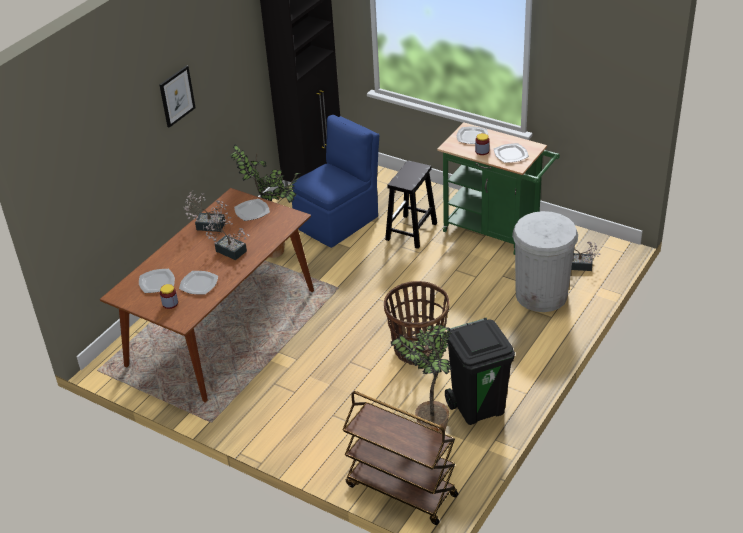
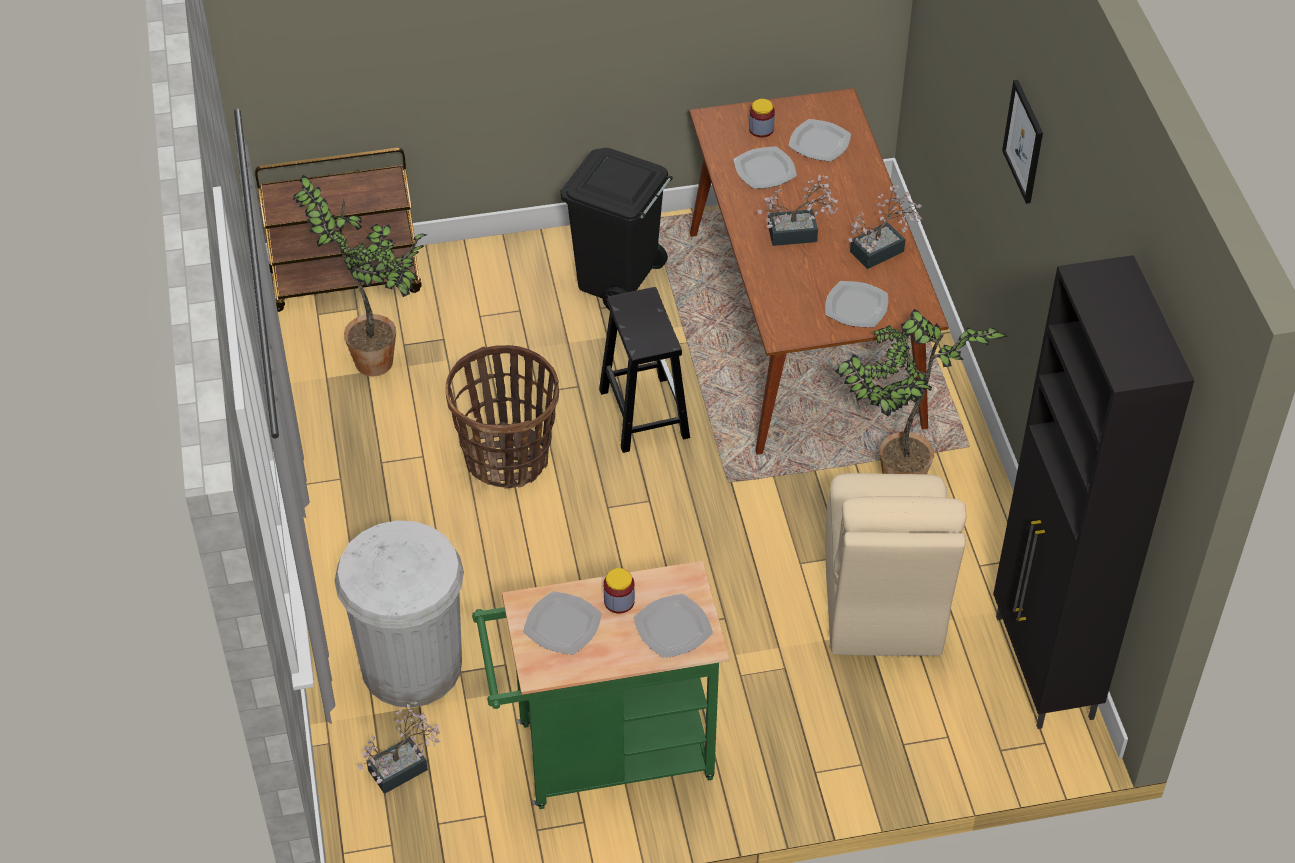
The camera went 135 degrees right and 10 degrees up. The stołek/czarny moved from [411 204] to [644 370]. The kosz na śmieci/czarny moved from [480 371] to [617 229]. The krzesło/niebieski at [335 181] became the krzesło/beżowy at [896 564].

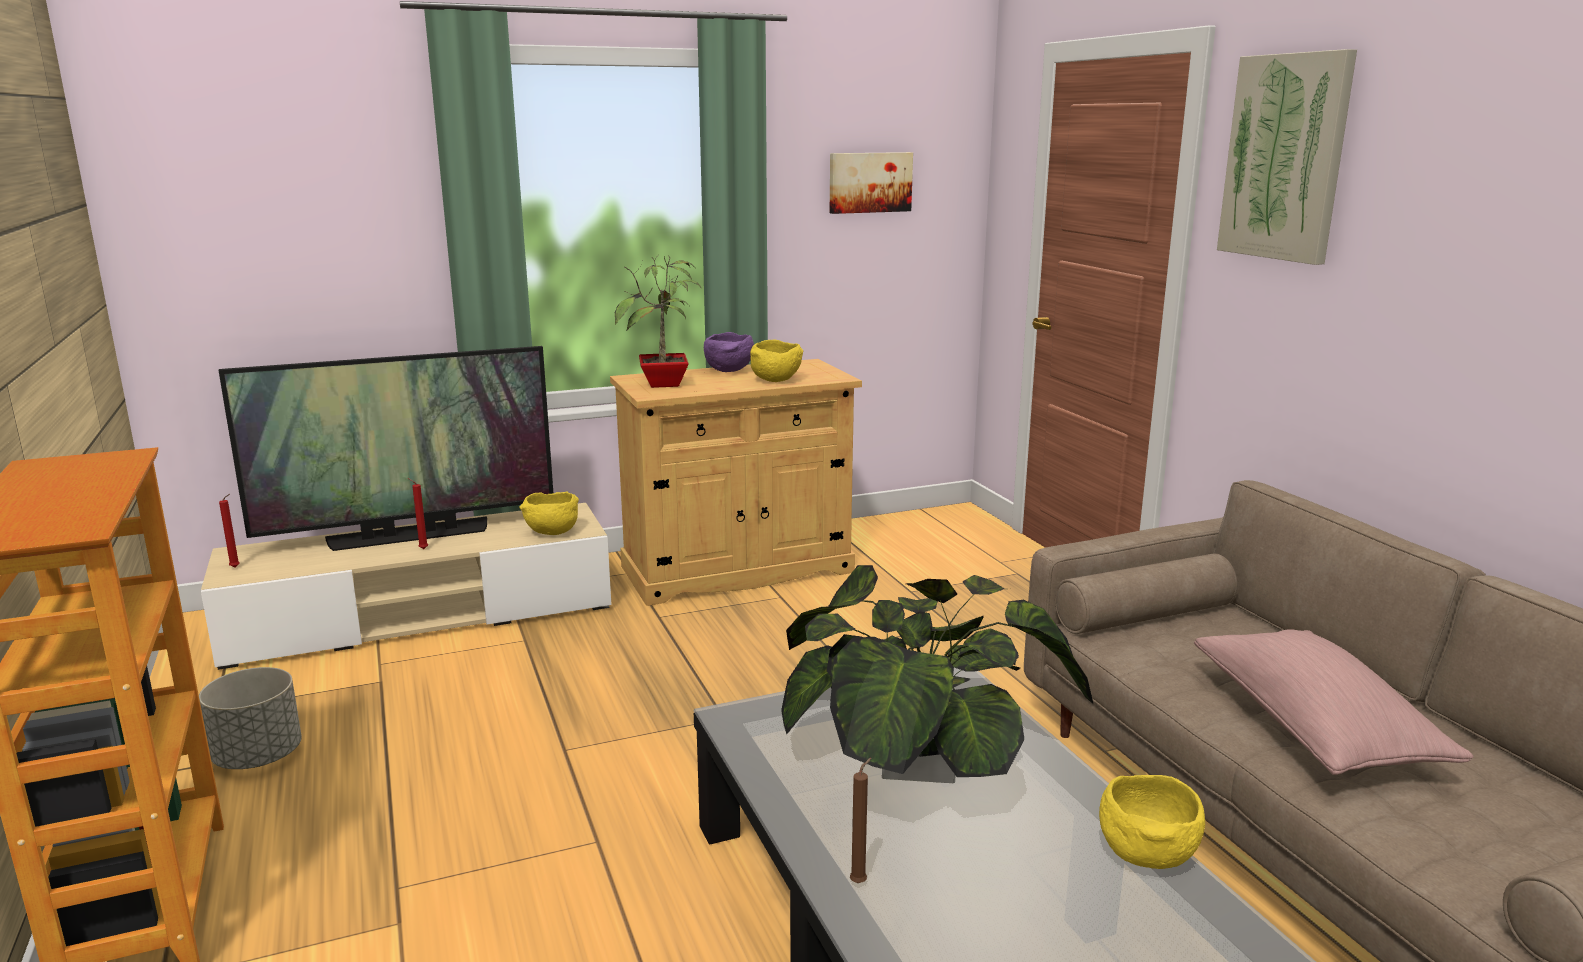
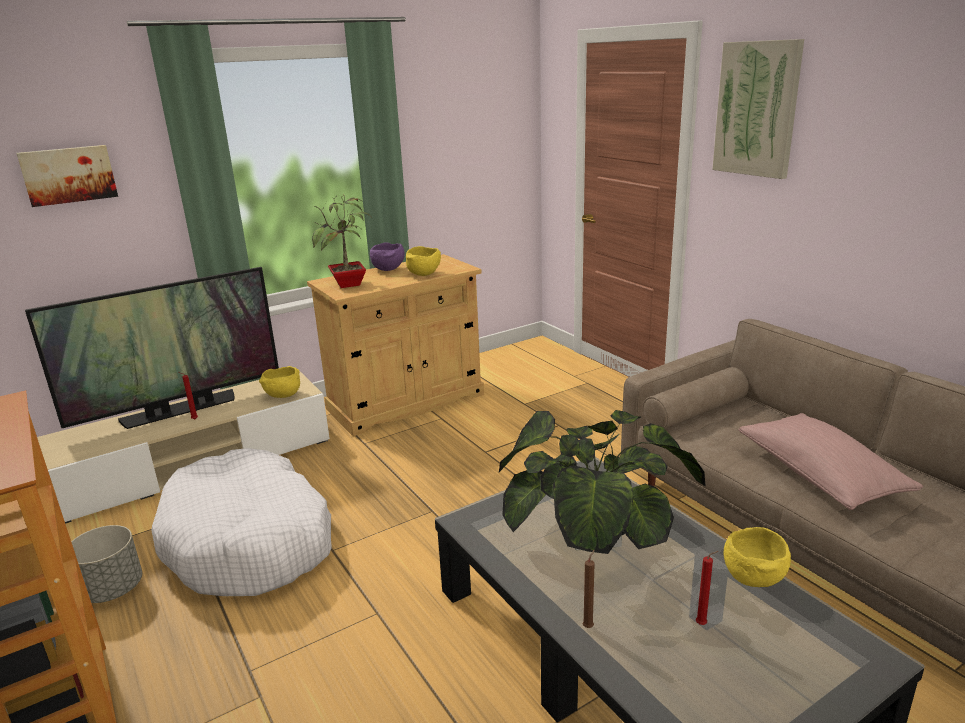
The camera went 10 degrees left and 5 degrees up. The legowisko/biały at [241 522] appeared. The świeca/czerwony moved from [229 531] to [707 588]. The obraz moved from [871 183] to [67 176].

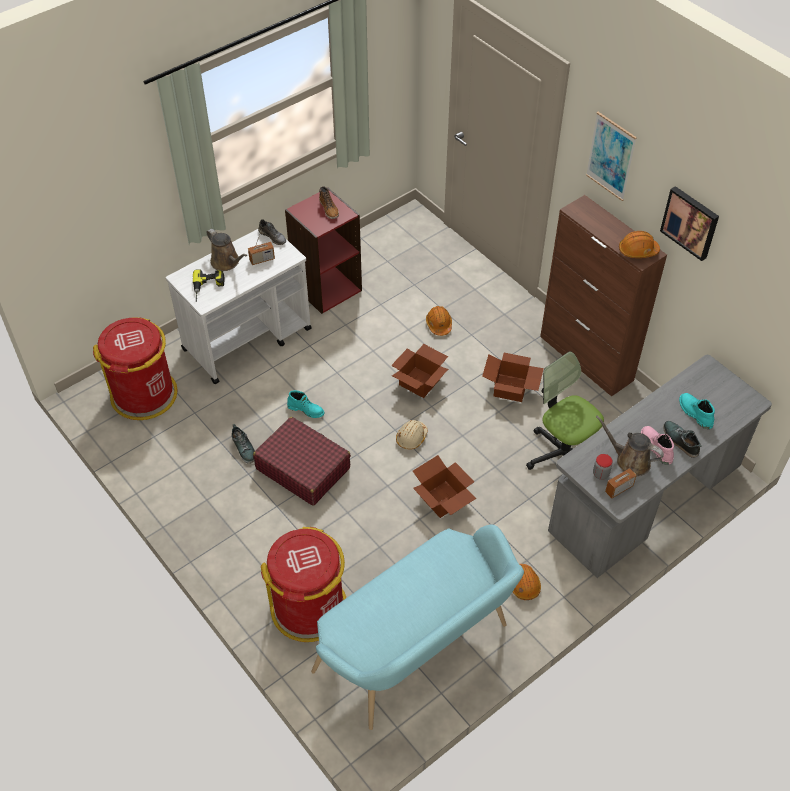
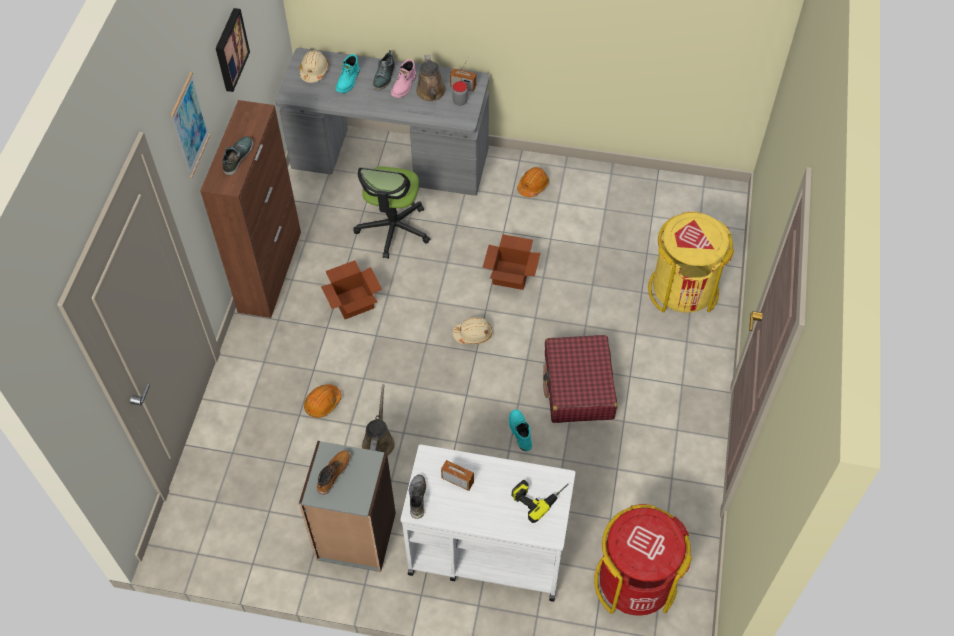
The camera went 130 degrees left and 5 degrees up. The ławka/turkusowy at [417 627] disappeared. The karton at [419 371] disappeared. The kask/pomarańczowy at [639 244] disappeared. The kask/beżowy at [314 66] appeared. The konewka/brązowy moved from [226 250] to [378 420]. The but moved from [243 444] to [237 155]. The kosz na śmieci/czerwony at [303 584] became the kosz na śmieci/żółty at [691 262]. The regał/czerwony at [323 251] became the regał/szary at [347 506].

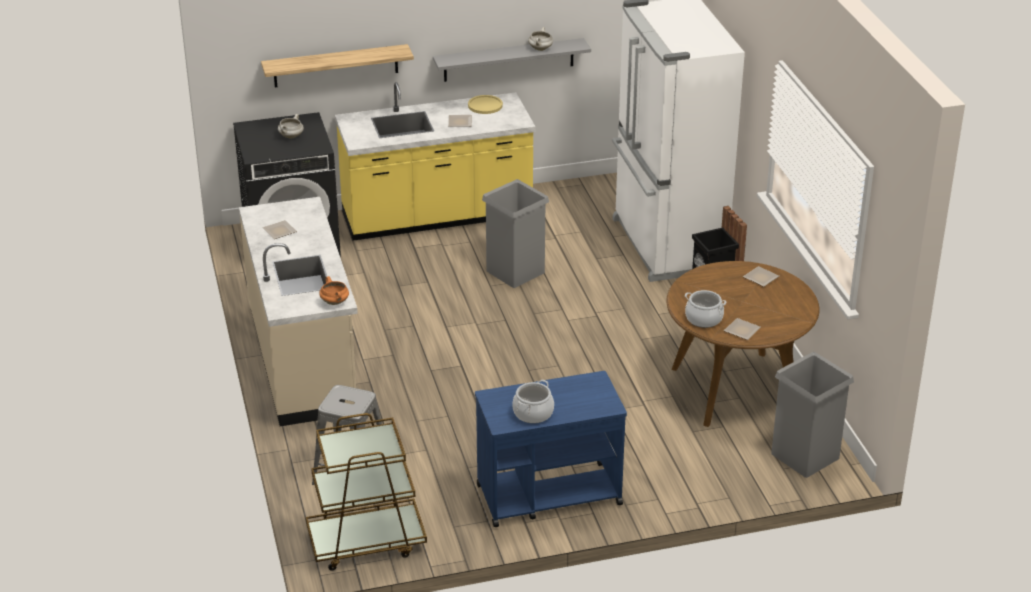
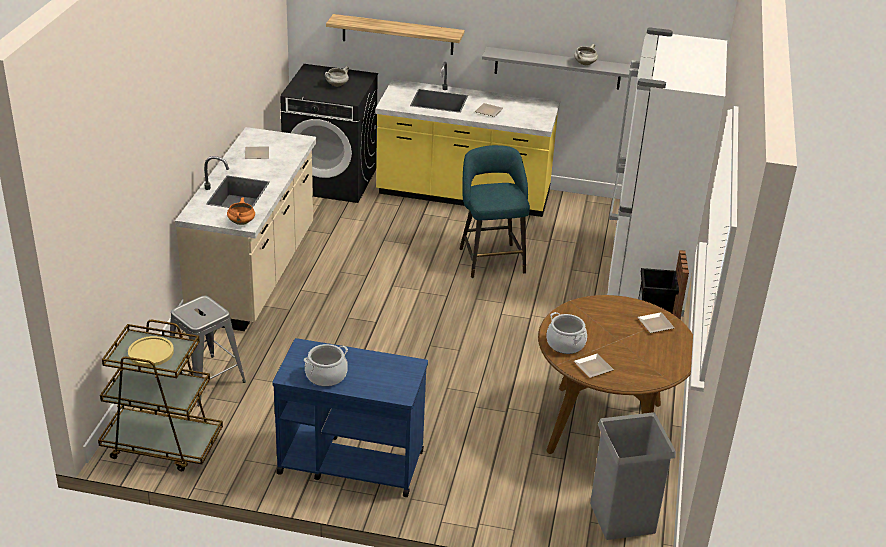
The camera went 25 degrees right and 0 degrees up. The talerz/żółty moved from [485 104] to [151 351]. The kosz na śmieci/szary at [515 233] was replaced by the stołek/turkusowy at [495 211].

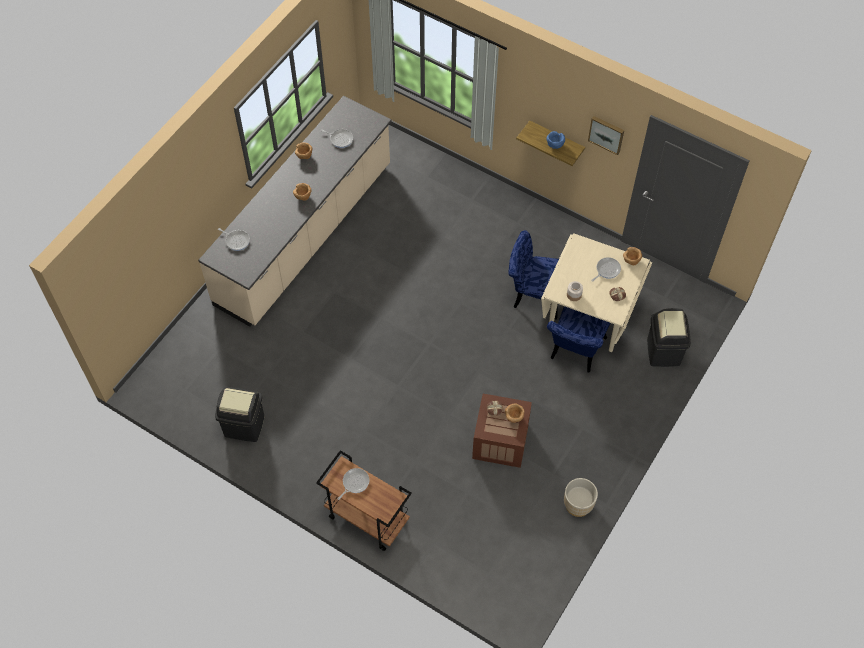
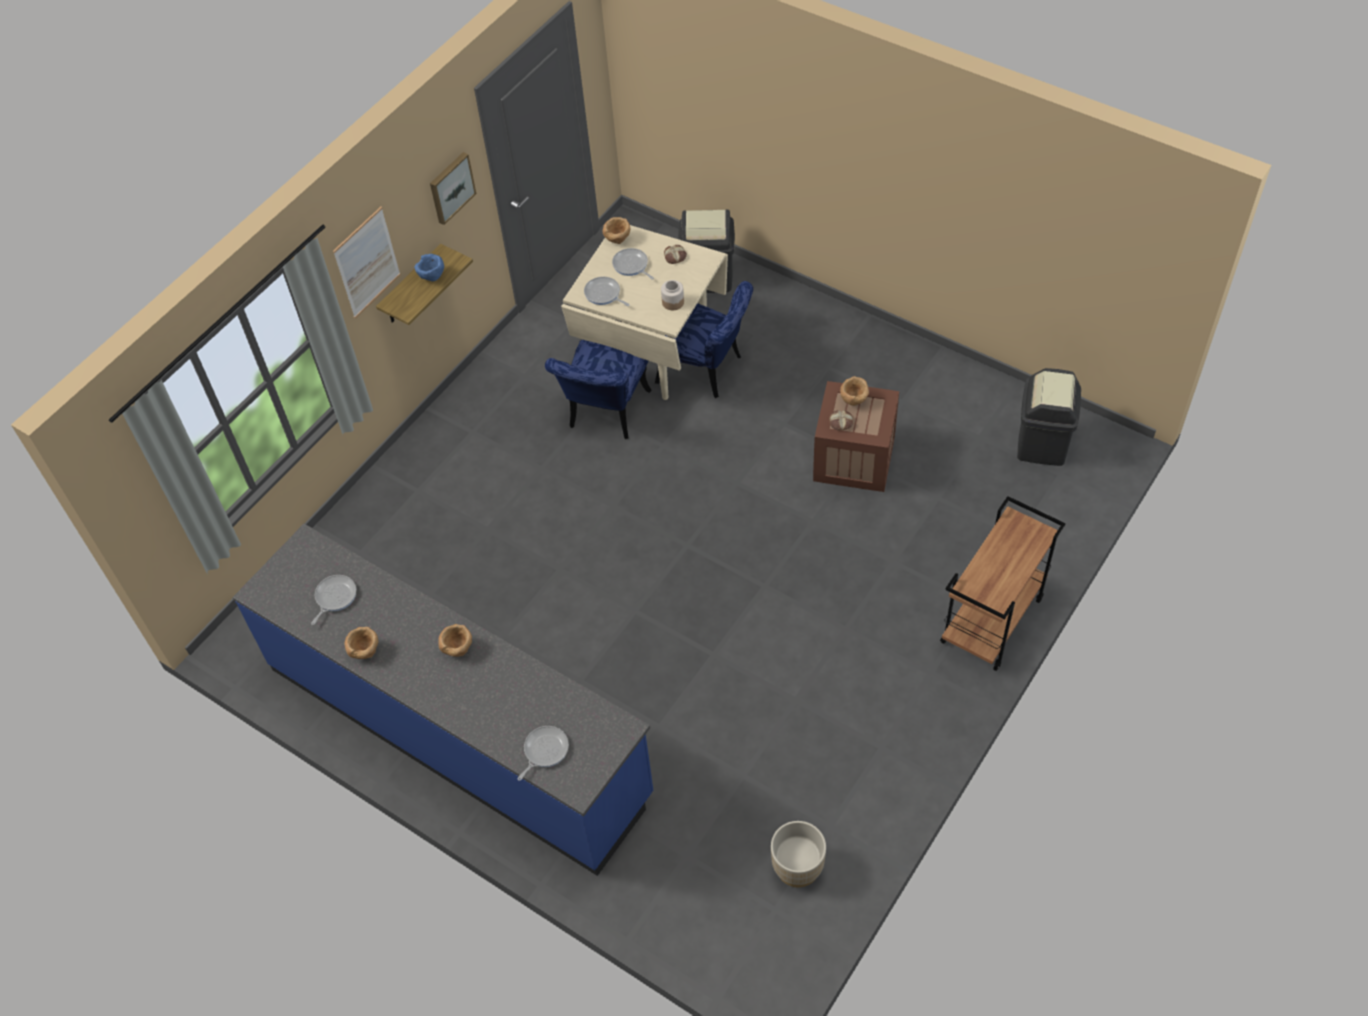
The camera went 85 degrees left and 5 degrees down. The obraz at [367 263] appeared. The kosz na śmieci/czarny moved from [239 414] to [1049 417]. The patelnia moved from [353 484] to [607 291]. The donica/beżowy moved from [581 497] to [798 854]. The zabudowa kuchenna/beżowy at [294 211] became the zabudowa kuchenna/niebieski at [443 700].

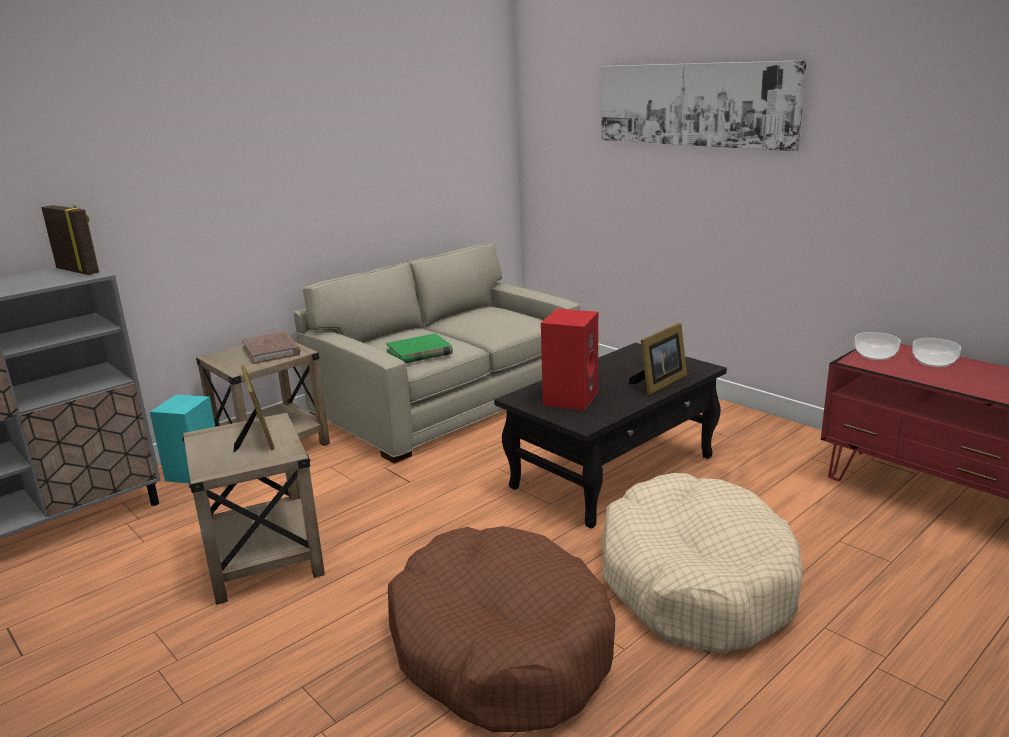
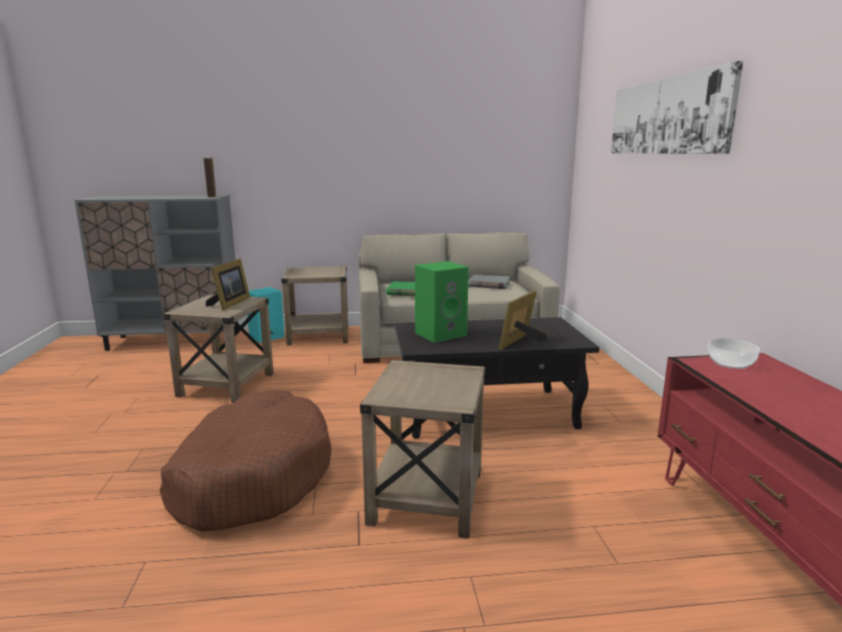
The camera went 35 degrees right and 5 degrees down. The książka/brązowy at [271 348] disappeared. The miska at [936 352] disappeared. The książka/szary at [489 281] appeared. The legowisko/beżowy at [702 563] was replaced by the stolik/beżowy at [423 449]. The głośnik/czerwony at [569 359] became the głośnik/zielony at [442 302]. The ramka na zdjęcie at [658 359] turned 135 degrees clockwise.

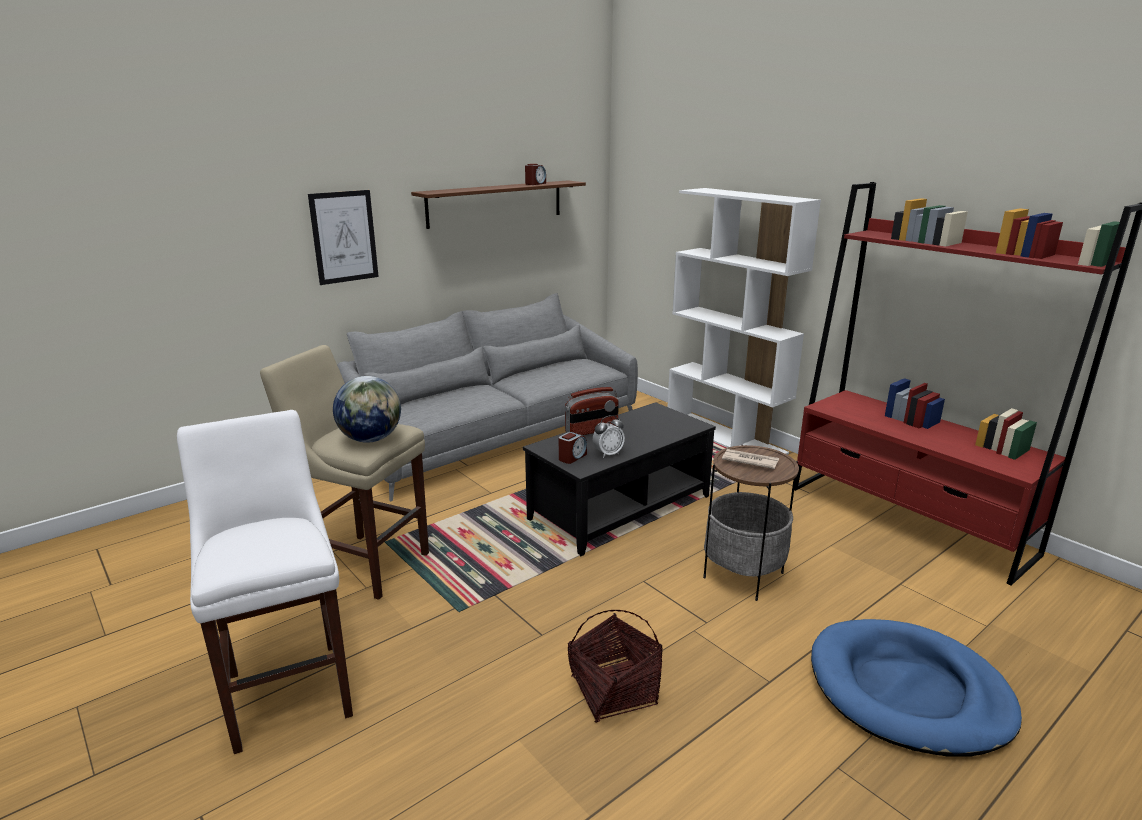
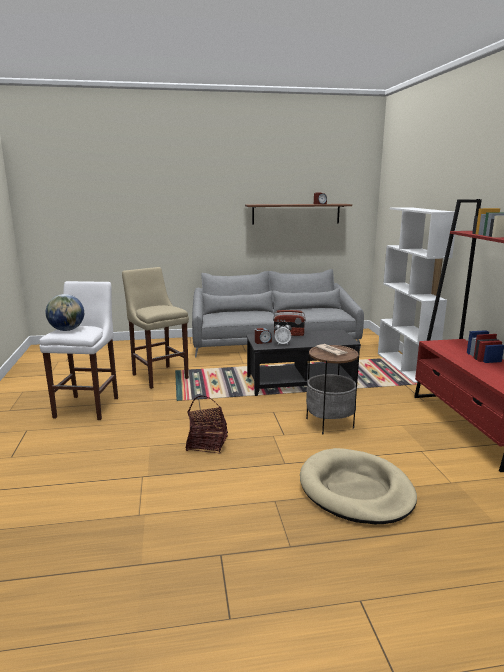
The camera went 30 degrees right and 5 degrees down. The obraz at [343 237] disappeared. The globus moved from [367 409] to [65 312]. The legowisko/niebieski at [916 688] became the legowisko/beżowy at [358 486].

